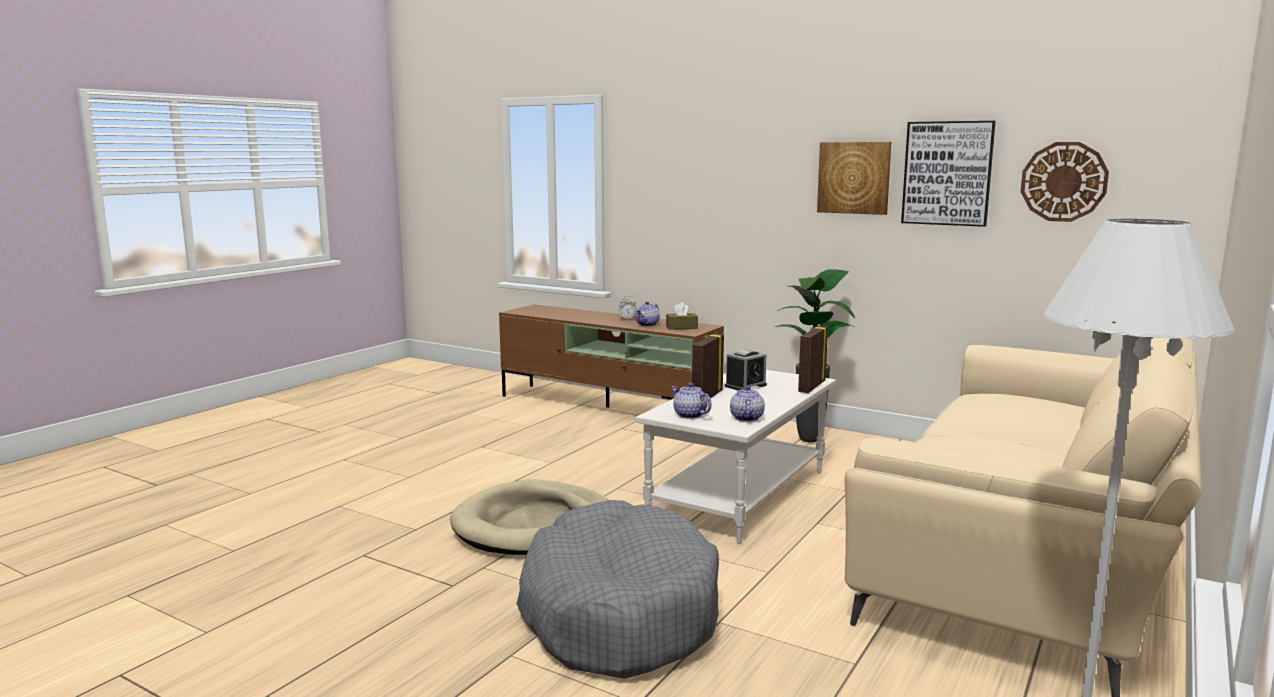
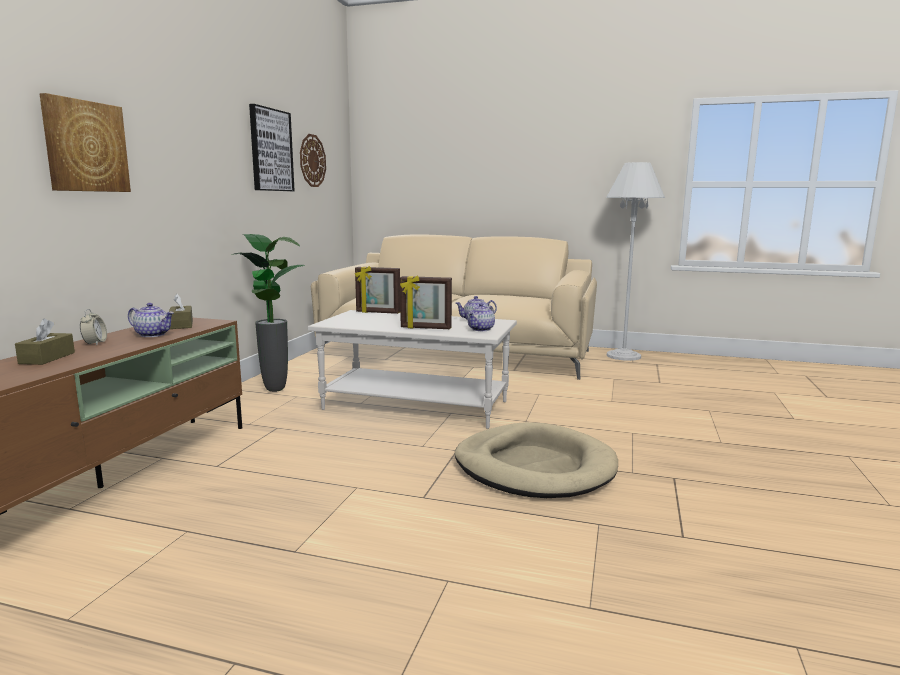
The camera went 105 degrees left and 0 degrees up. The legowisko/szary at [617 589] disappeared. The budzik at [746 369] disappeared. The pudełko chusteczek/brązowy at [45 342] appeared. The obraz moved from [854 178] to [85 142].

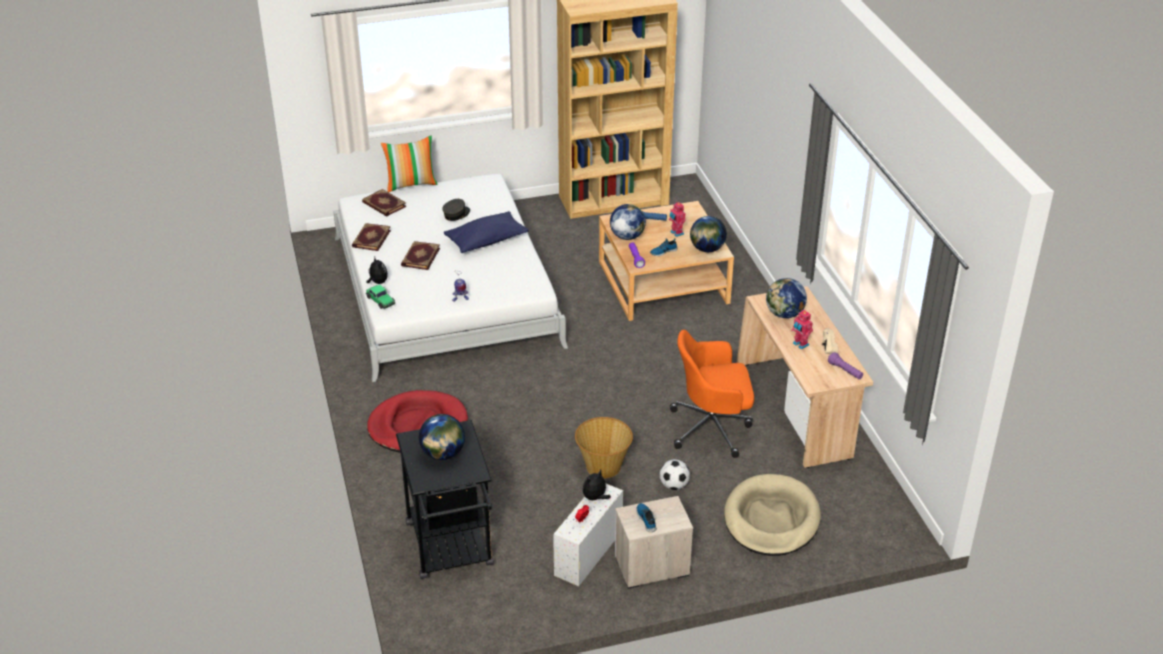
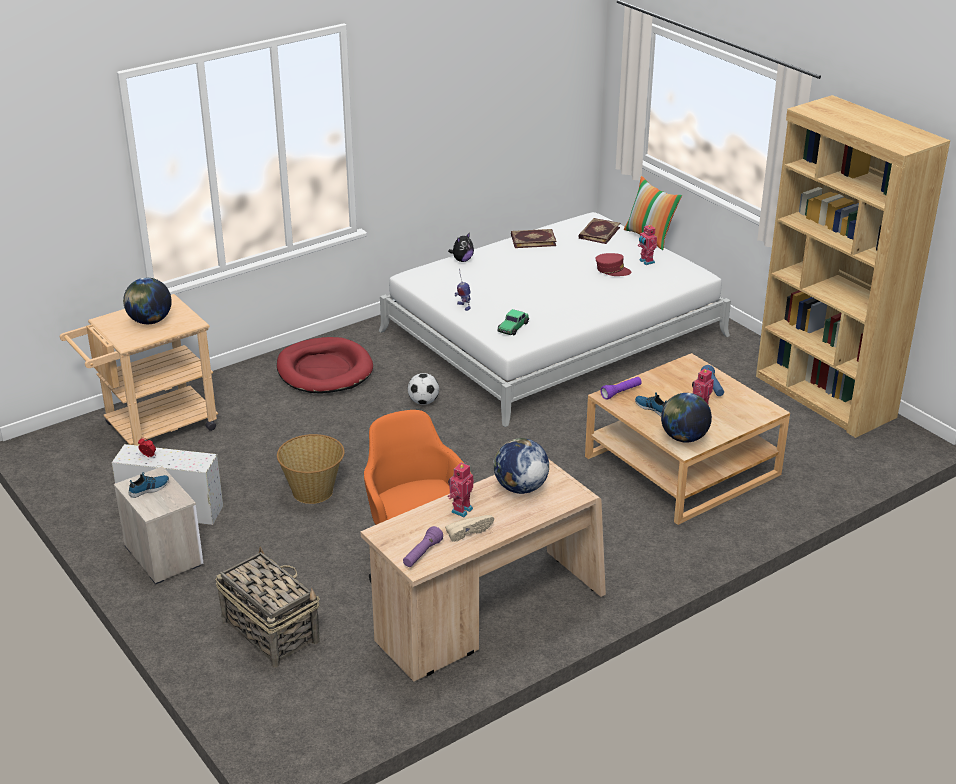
The camera went 70 degrees right and 5 degrees down. The książka at [420 255] disappeared. The poduszka/niebieski at [486 232] disappeared. The pluszak at [597 484] disappeared. The globus at [628 222] disappeared. The robot zabawkowy at [647 245] appeared. The samochodzik moved from [380 296] to [513 322]. The piłka futbolowa moved from [675 474] to [423 389]. The legowisko/beżowy at [772 515] was replaced by the koszyk at [267 607]. The wózek/czarny at [445 499] became the wózek/beżowy at [139 370]. The czapka z daszkiem/szary at [456 210] became the czapka z daszkiem/czerwony at [613 264].

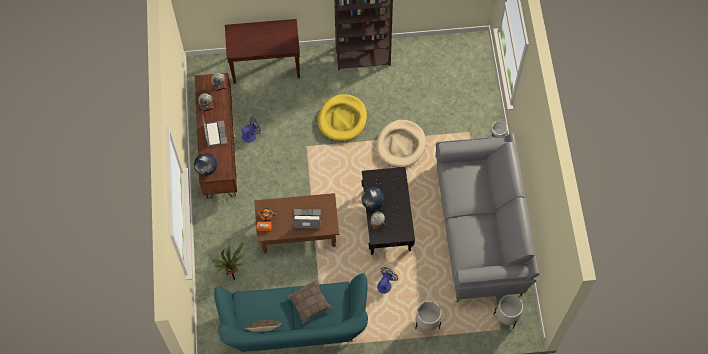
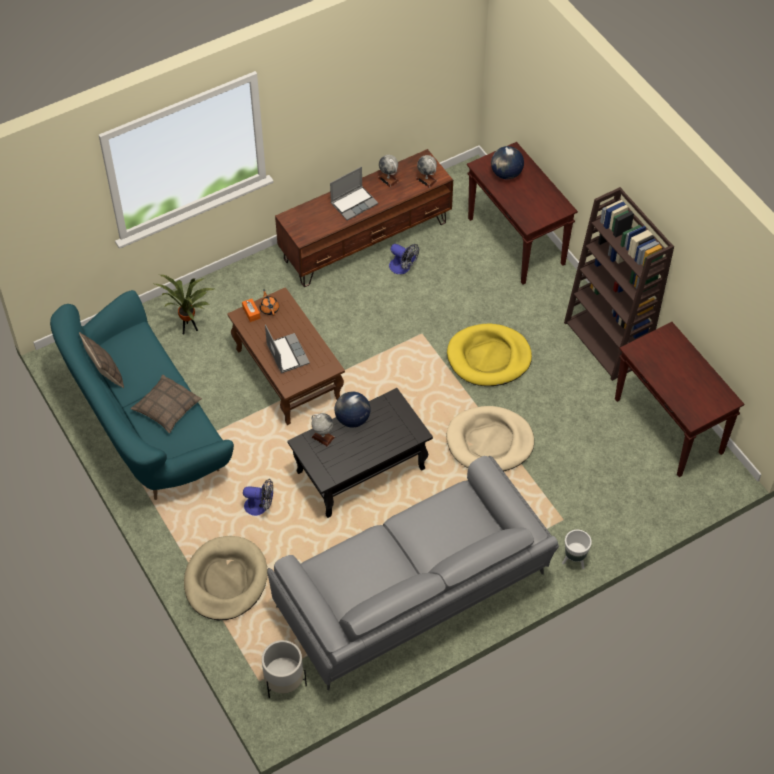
The camera went 65 degrees right and 10 degrees down. The stolik konsolowy/brązowy at [679 399] appeared. The globus moved from [205 164] to [507 162]. The donica/biały at [428 316] was replaced by the legowisko/beżowy at [226 578].

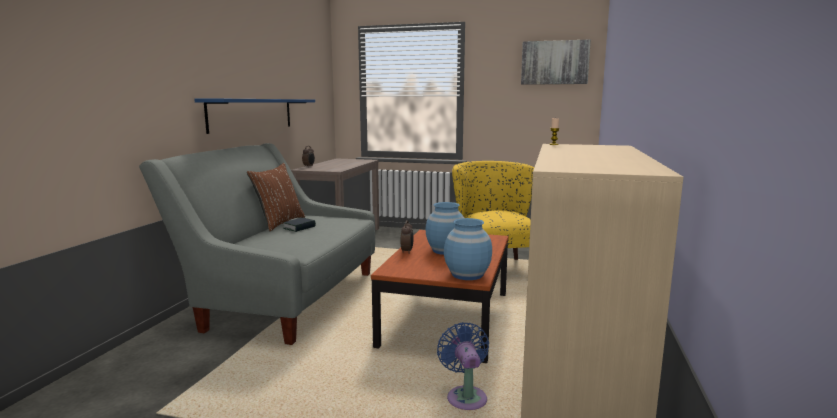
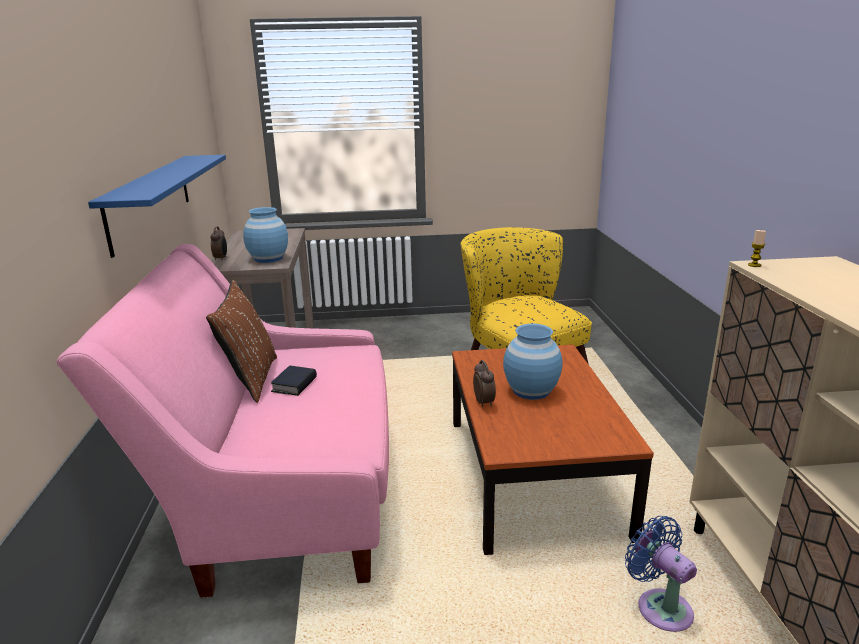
The camera went 20 degrees left and 10 degrees up. The obraz at [556 62] disappeared. The wazon/niebieski moved from [468 249] to [265 235]. The kanapa/szary at [257 244] became the kanapa/różowy at [223 421].

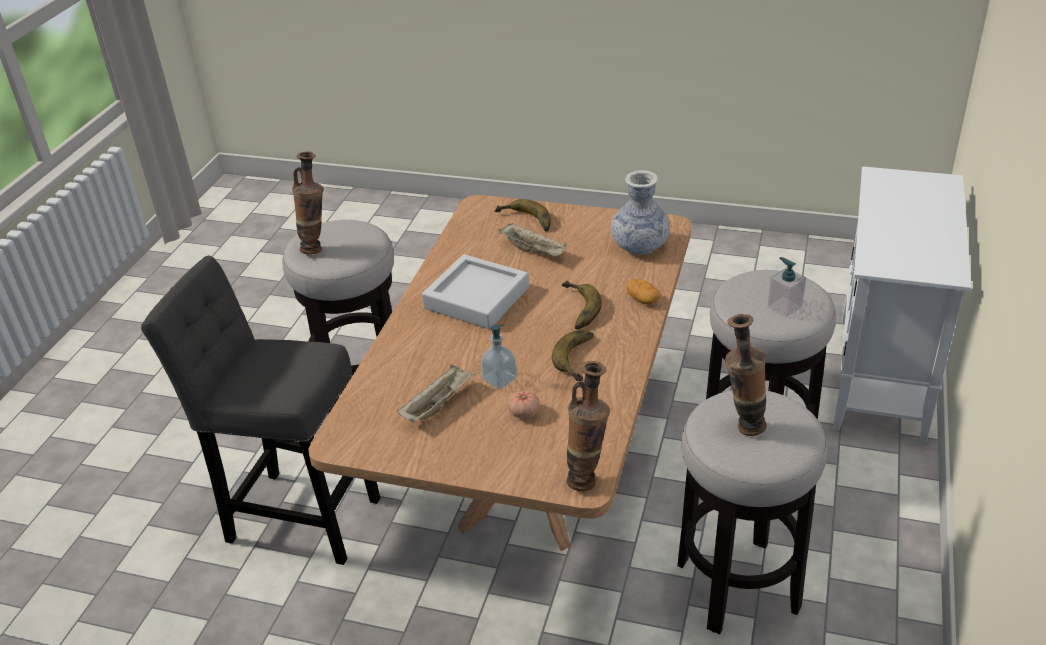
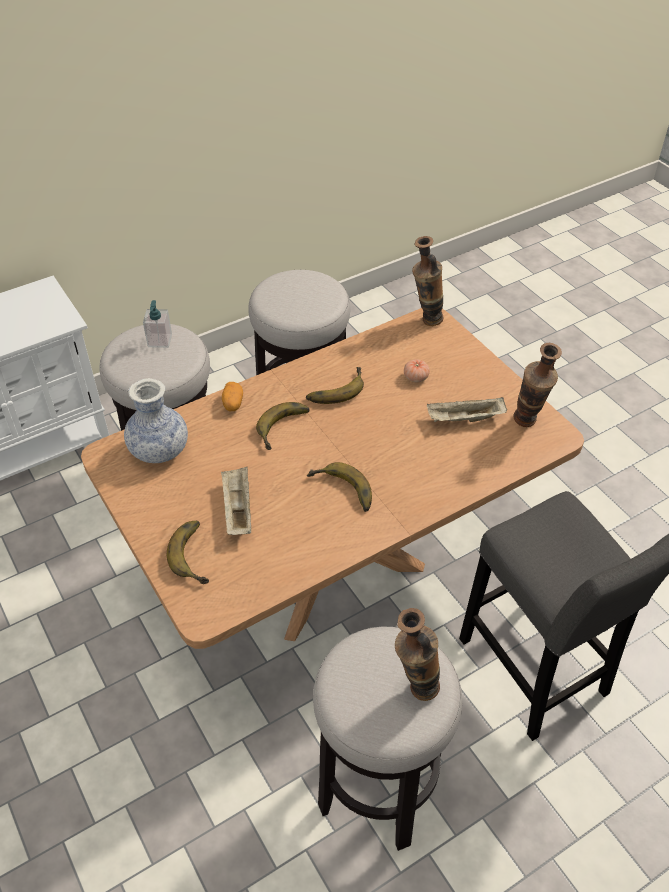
The camera went 140 degrees left and 10 degrees up. The dozownik mydła at [499 356] disappeared. The wazon moved from [746 375] to [538 385]. The taca/szary at [475 291] was replaced by the banan at [339 487].

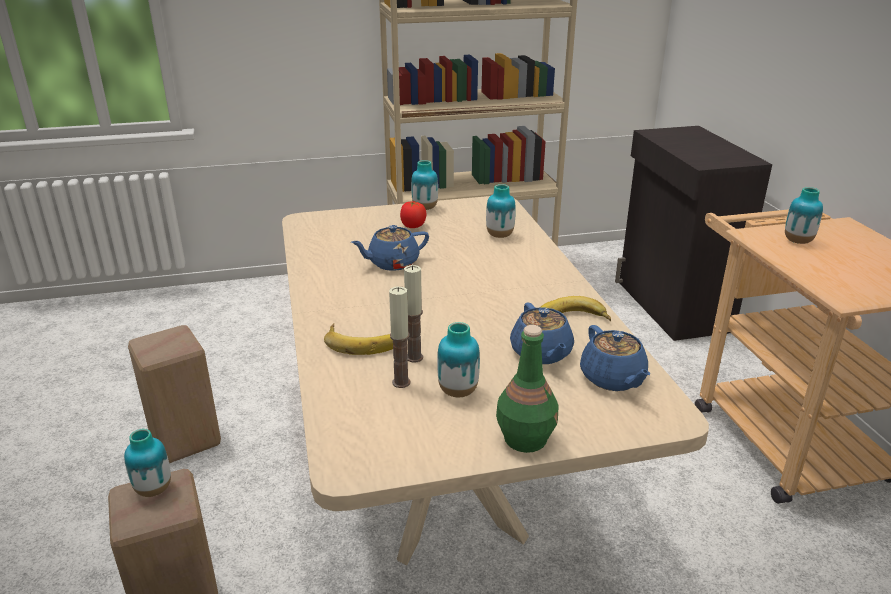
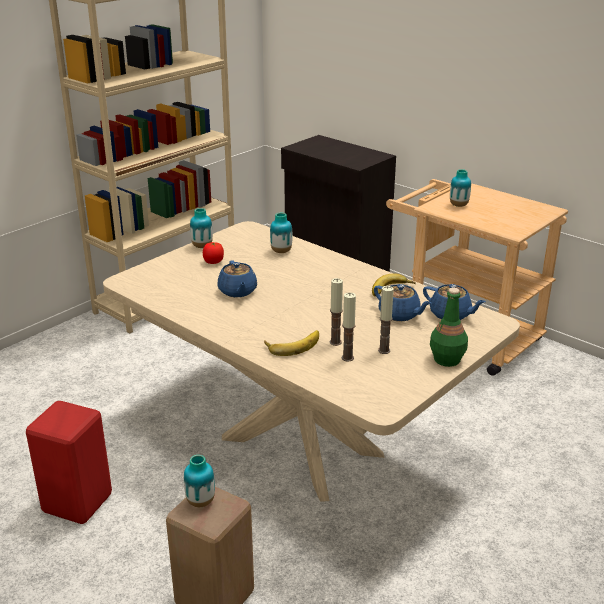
The camera went 35 degrees left and 0 degrees up. The wazon at [458 359] was replaced by the świeca at [386 320]. The stołek/beżowy at [174 394] became the stołek/czerwony at [69 462]. The imbryk/niebieski at [390 248] turned 45 degrees counterclockwise.

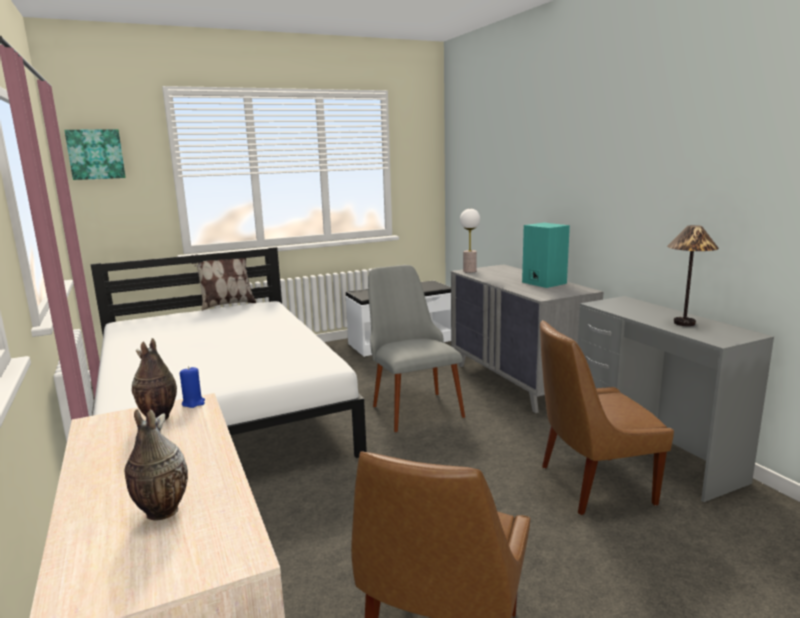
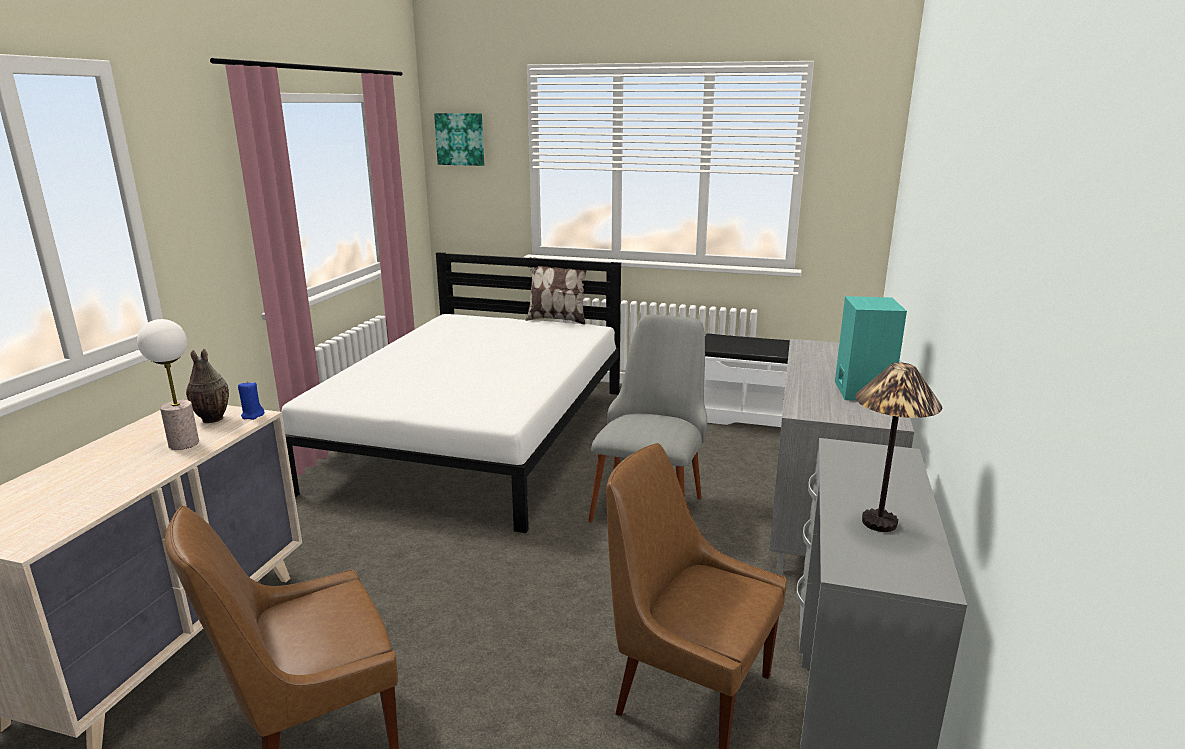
The camera went 40 degrees right and 5 degrees up. The wazon at [156 465] disappeared. The lampa stołowa moved from [470 241] to [168 384].

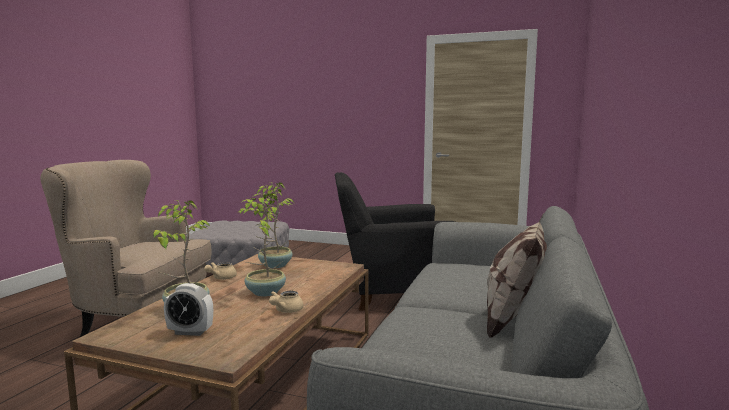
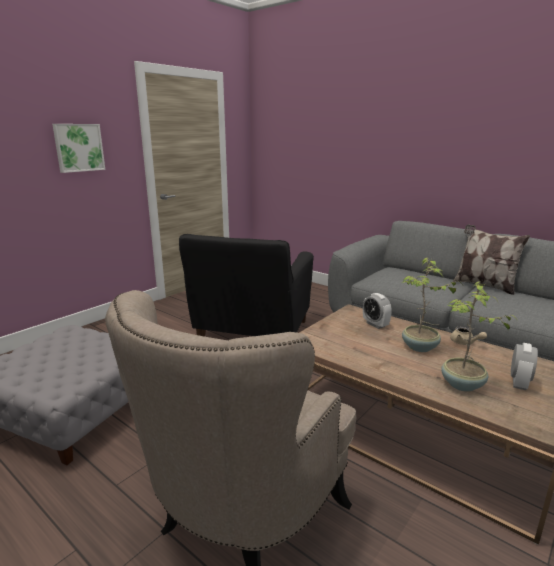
The camera went 70 degrees left and 10 degrees up. The imbryk/beżowy at [220 271] disappeared. The roślina doniczkowa at [274 225] disappeared. The obraz at [78 148] appeared. The budzik at [377 311] appeared.

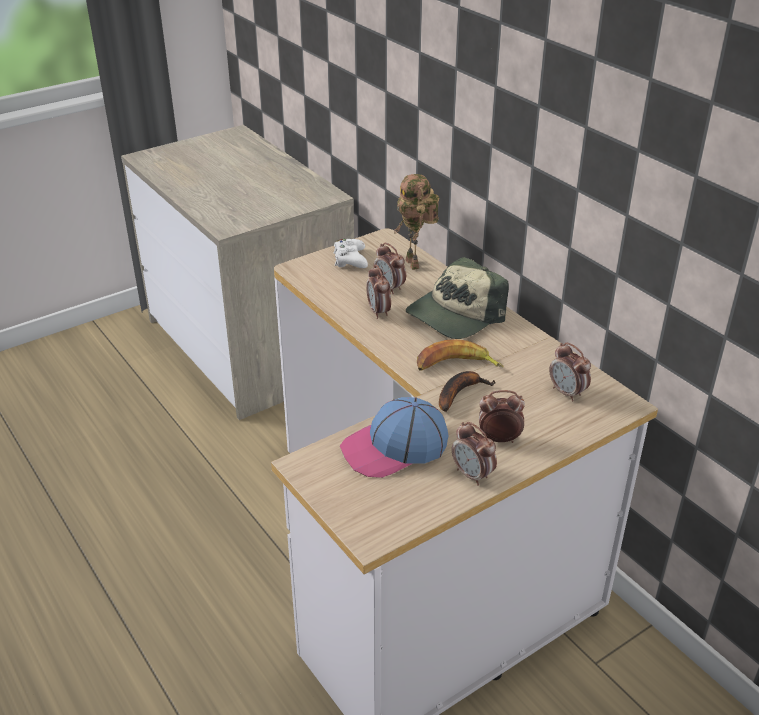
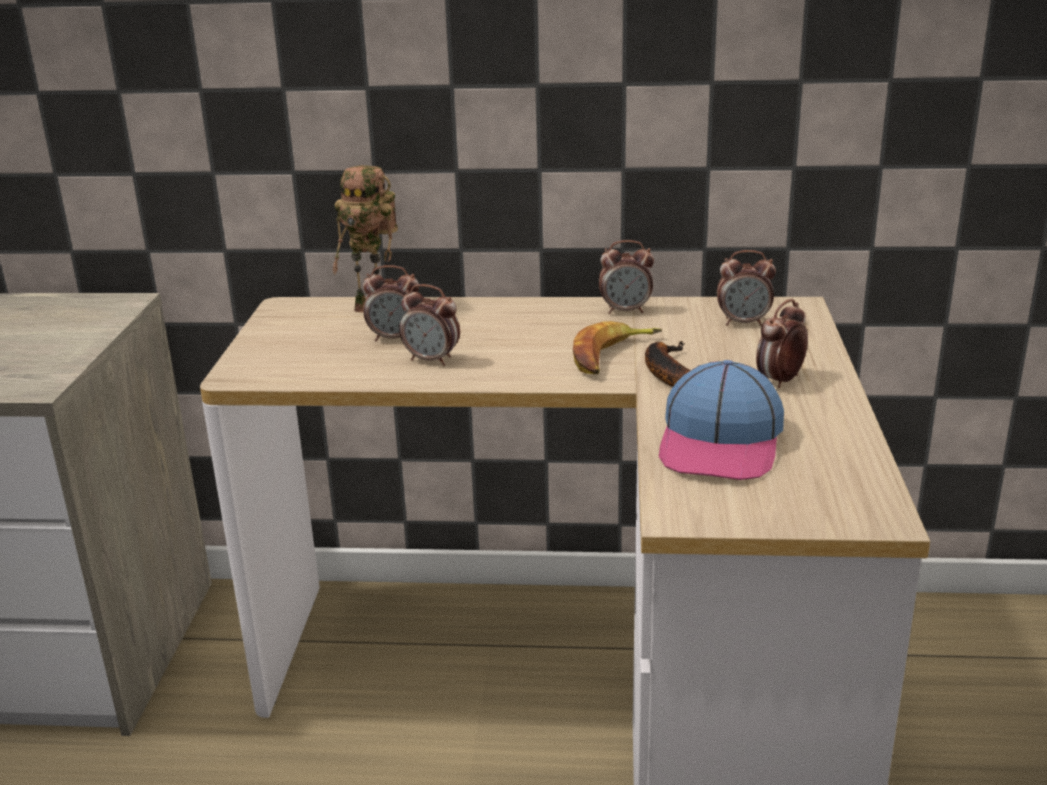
The camera went 50 degrees left and 10 degrees down. The pad do gier/biały at [351 253] disappeared. The czapka z daszkiem at [457 298] disappeared. The budzik moved from [474 454] to [626 277].

